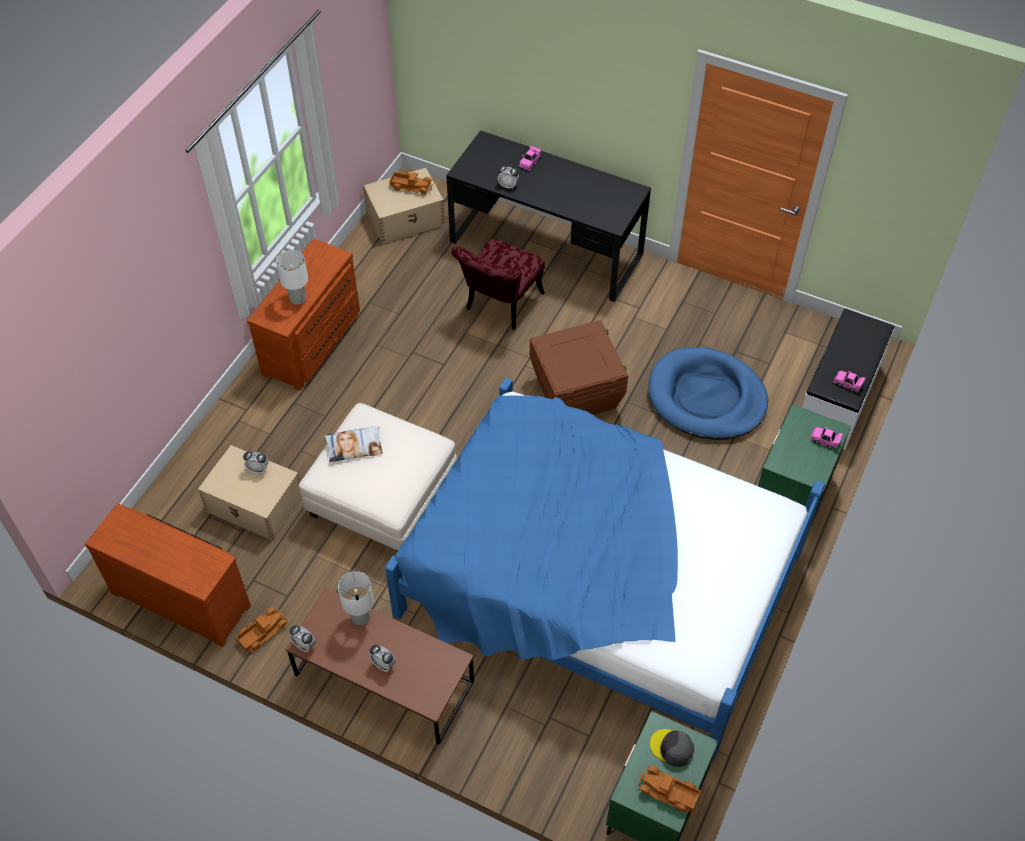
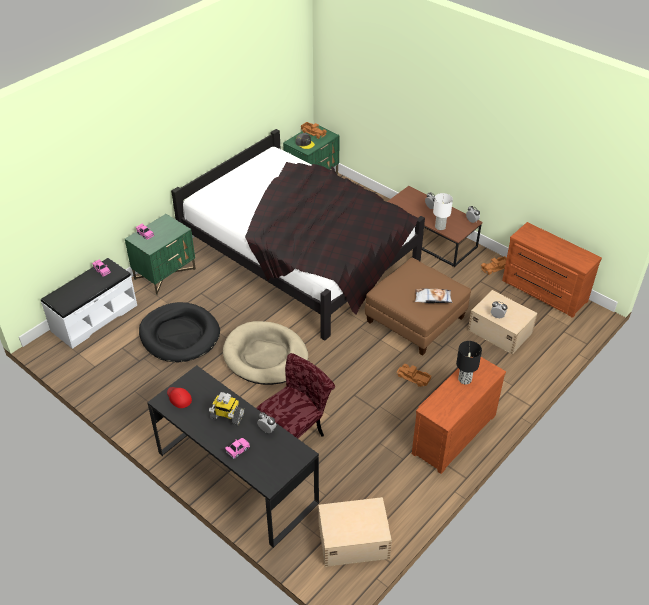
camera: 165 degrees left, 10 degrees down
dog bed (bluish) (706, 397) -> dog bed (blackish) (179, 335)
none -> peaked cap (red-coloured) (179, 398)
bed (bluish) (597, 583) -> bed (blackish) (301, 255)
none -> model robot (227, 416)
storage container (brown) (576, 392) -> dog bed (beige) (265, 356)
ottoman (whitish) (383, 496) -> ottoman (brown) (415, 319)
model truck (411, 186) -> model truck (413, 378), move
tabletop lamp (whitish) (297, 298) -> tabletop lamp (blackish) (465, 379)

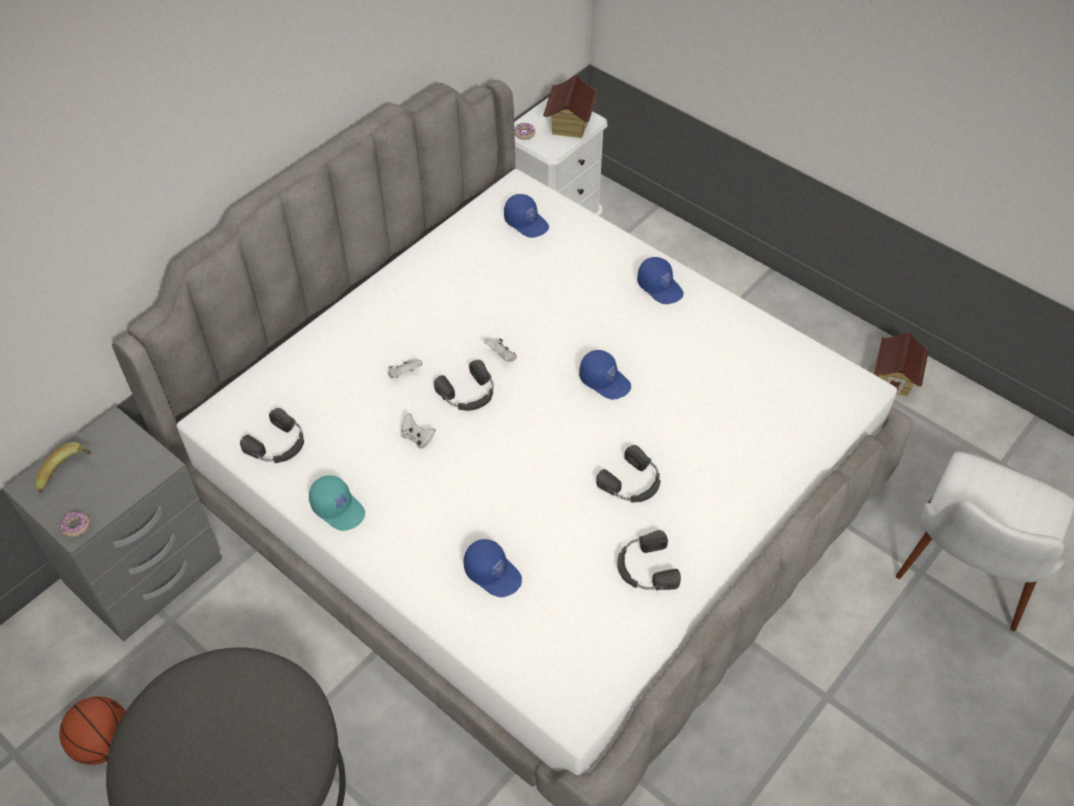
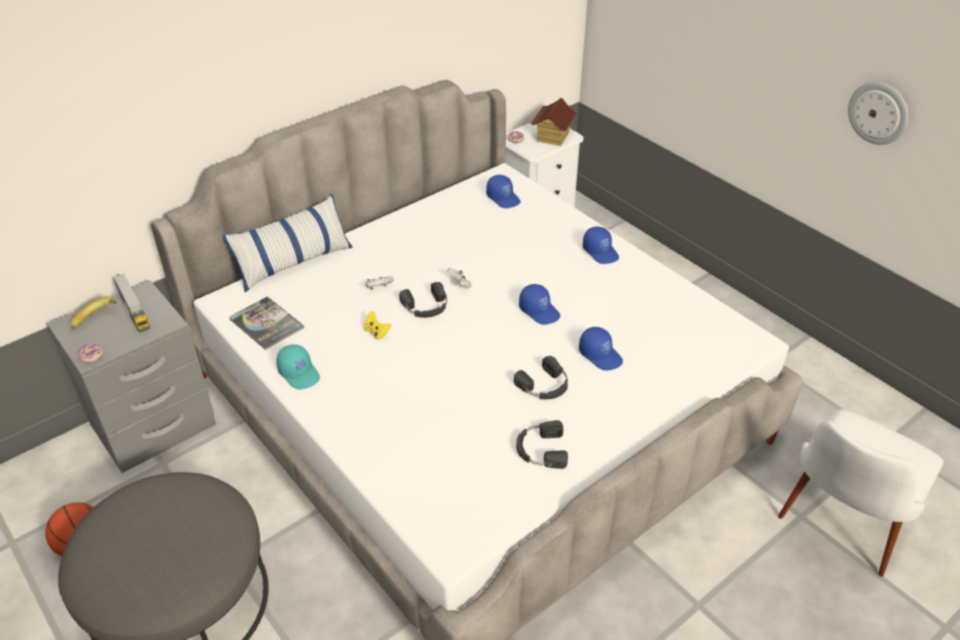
camera: 10 degrees right, 10 degrees down
none -> model truck (134, 310)
none -> pillow (293, 263)
headphones (blackish) (278, 444) -> bound book (266, 323)
joypad (whitish) (417, 438) -> joypad (yellowish) (376, 332)
peaked cap (bluish) (493, 573) -> peaked cap (bluish) (600, 355), move
none -> clock on the wall (878, 113)
toy house (895, 379) -> none

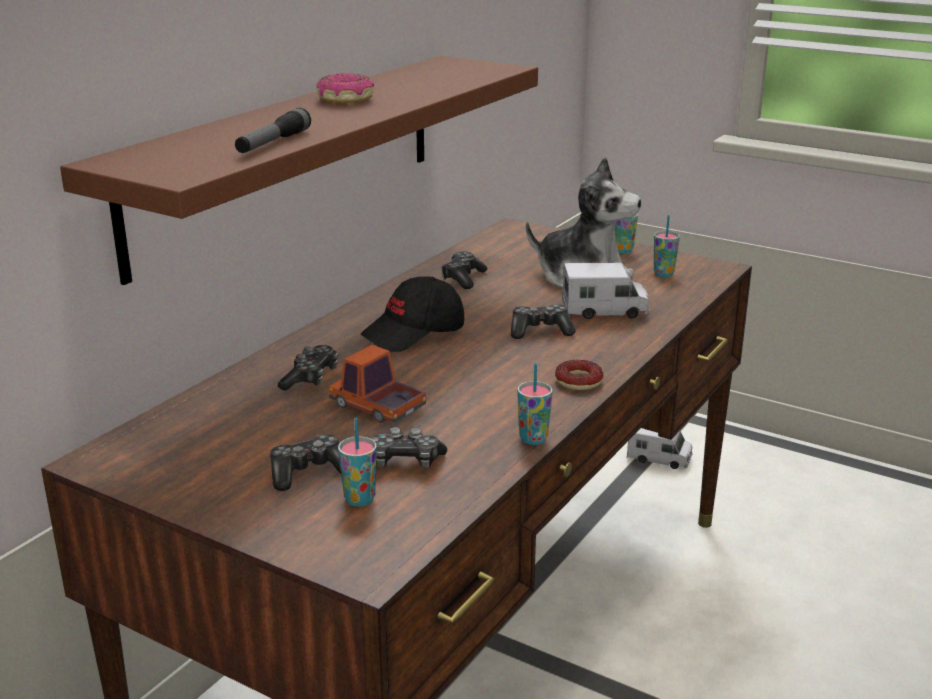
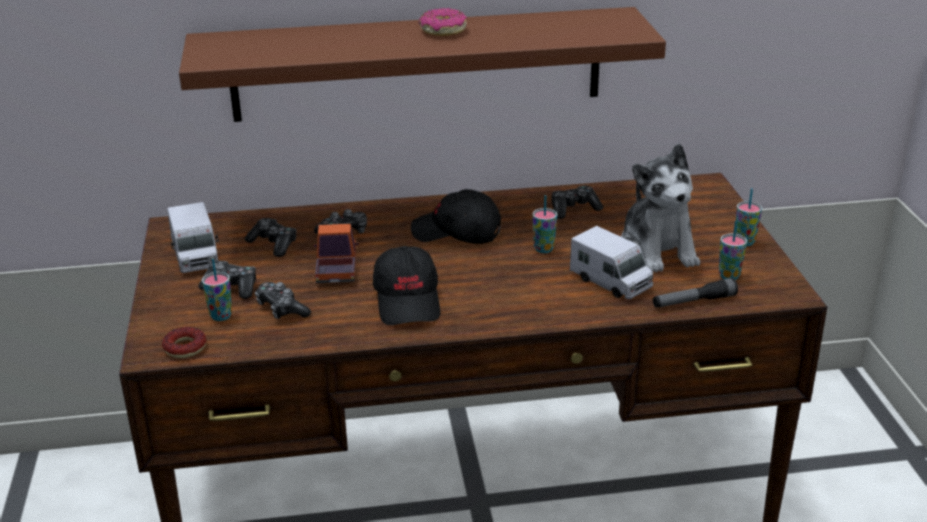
camera: 50 degrees right, 5 degrees up
ring doughnut (578, 381) -> ring doughnut (185, 347), move
model truck (659, 458) -> model truck (195, 256), move
joypad (540, 331) -> joypad (273, 244), move
none -> peaked cap (blackish) (408, 301)
cup (533, 439) -> cup (544, 249), move
torch (273, 143) -> torch (693, 301), move

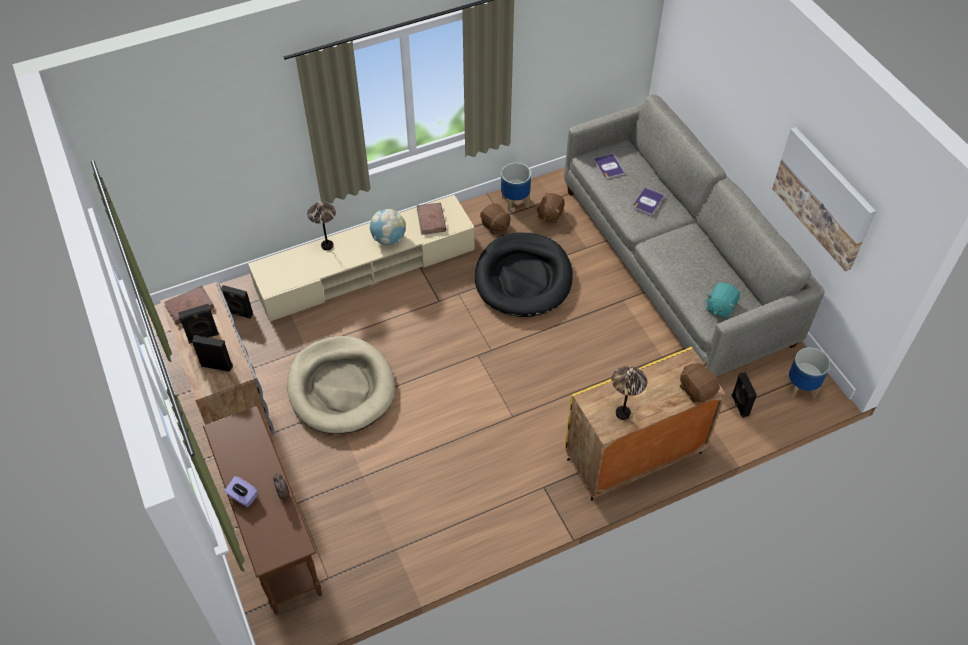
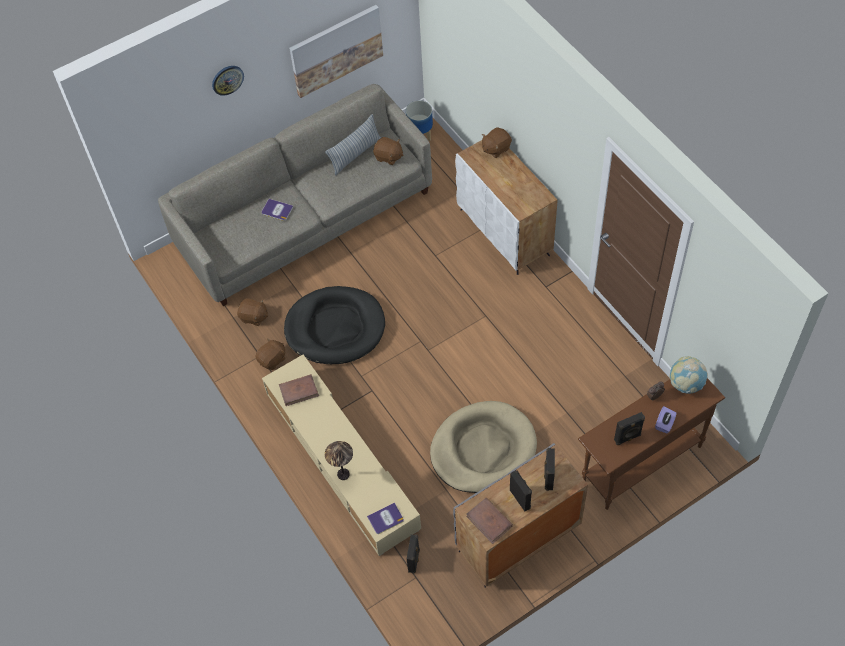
camera: 95 degrees left, 5 degrees up
none -> clock on the wall (227, 79)
none -> pillow (355, 154)
bound book (608, 166) -> bound book (385, 519), move
cuddly toy (turquoise) (720, 307) -> cuddly toy (brown) (388, 157)
storage cabinet (yellowish) (633, 456) -> storage cabinet (whitish) (505, 232)
audio speaker (blackish) (739, 405) -> audio speaker (blackish) (627, 438), move
world globe (389, 239) -> world globe (686, 384), move
planter (515, 202) -> none
tabletop lamp (622, 413) -> none

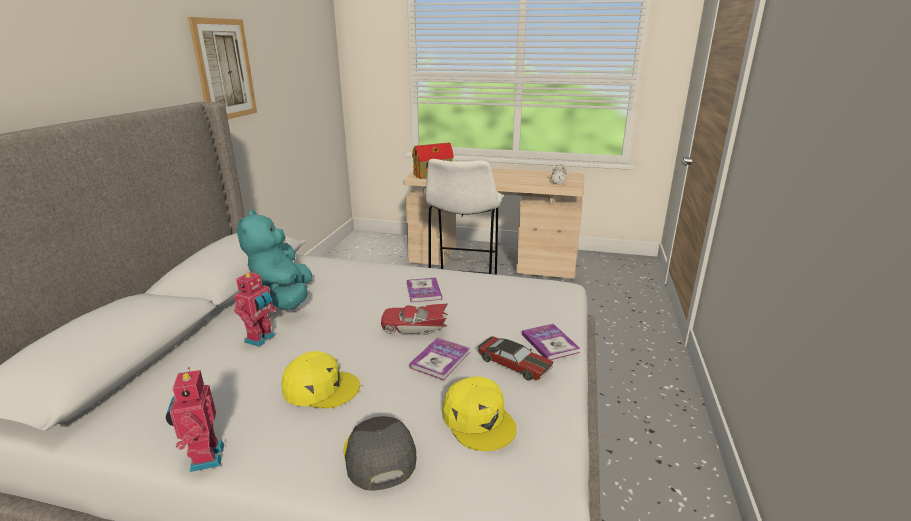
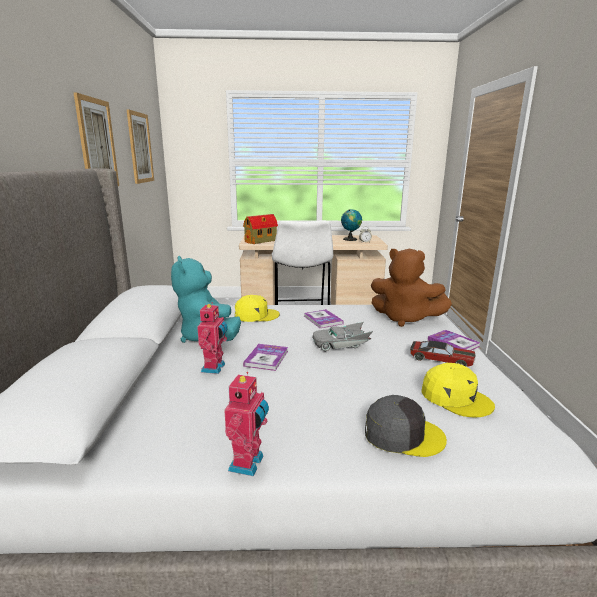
camera: 15 degrees left, 5 degrees down
none -> wall art (140, 148)
model robot (204, 458) -> model robot (248, 464), 135 degrees counterclockwise
peaked cap (yellowish) (321, 388) -> peaked cap (yellowish) (256, 315), move
bound book (440, 360) -> bound book (266, 358), move
toy car (red-coloured) (414, 327) -> toy car (greyish) (340, 344)
none -> world globe (350, 239)
peaked cap (greyish) (378, 455) -> peaked cap (greyish) (402, 434), 135 degrees clockwise
none -> cuddly toy (brown) (405, 319)

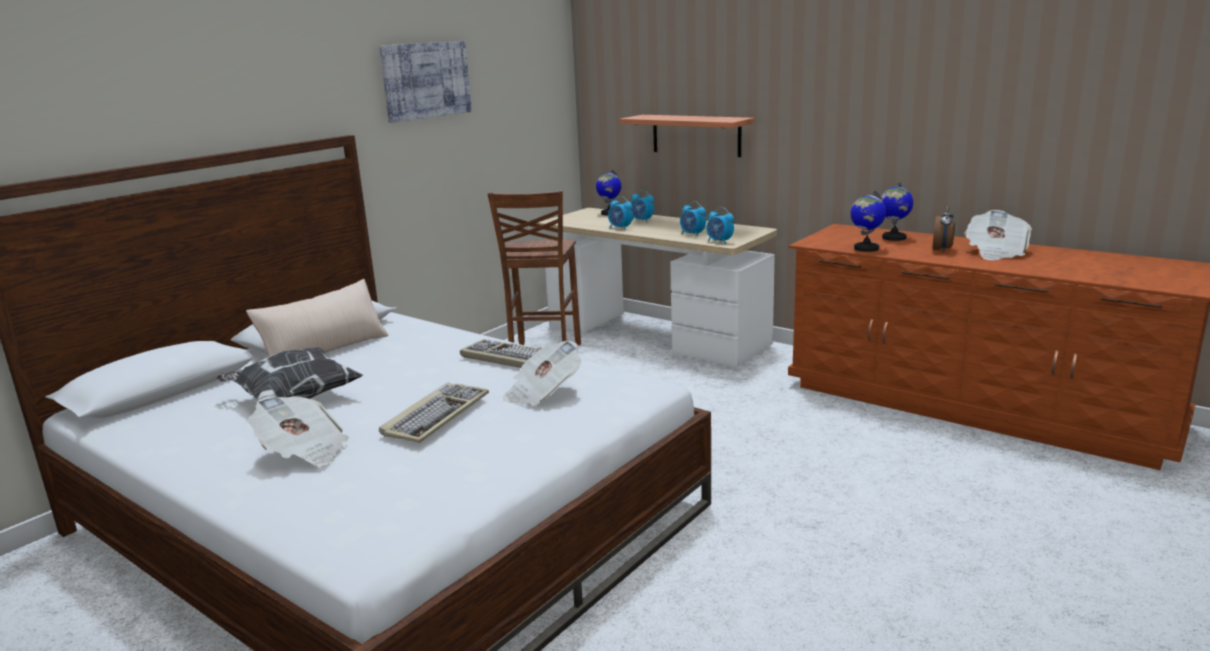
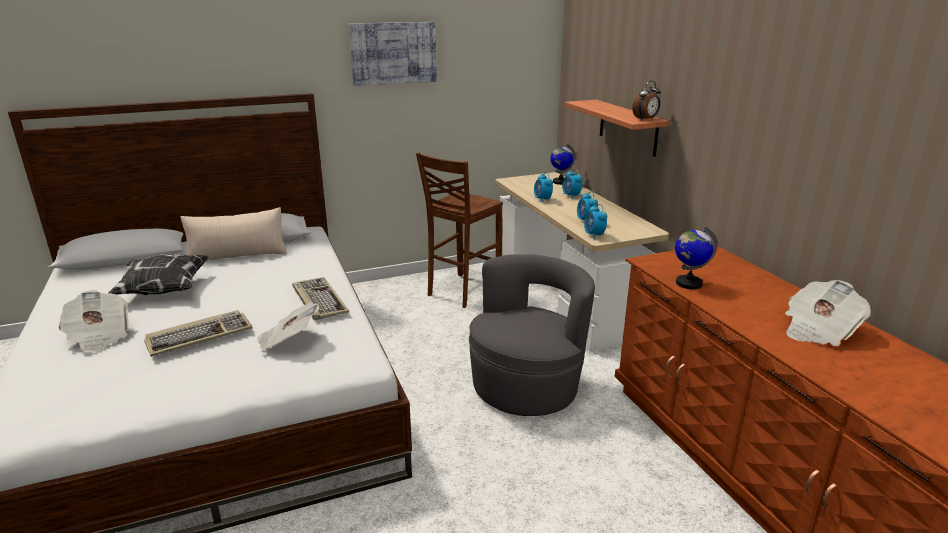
camera: 30 degrees right, 5 degrees up
none -> easy chair (greyish) (526, 387)
bedside clock (942, 250) -> bedside clock (646, 119), move
world globe (893, 238) -> none

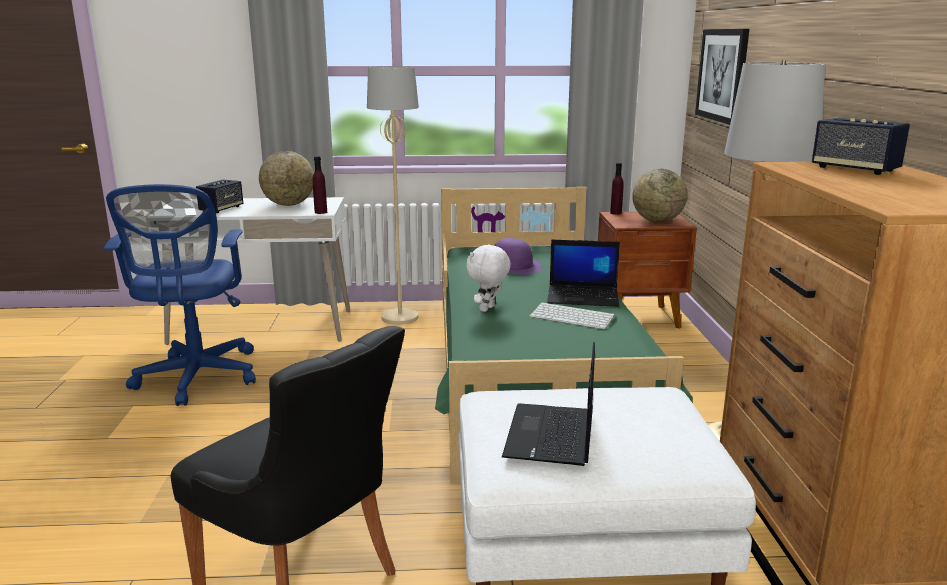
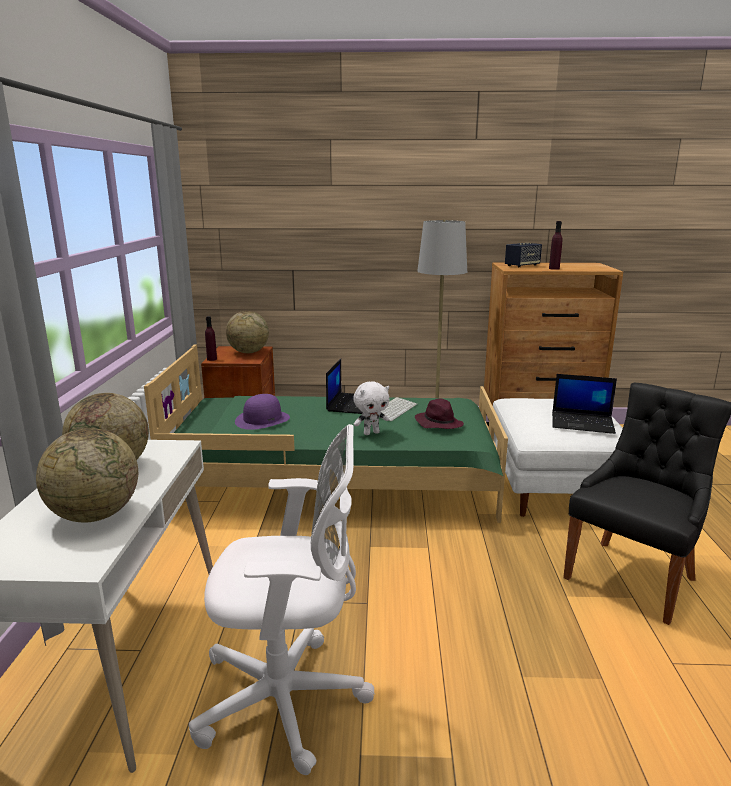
camera: 85 degrees left, 0 degrees up
audio speaker (221, 209) -> world globe (95, 515)
office chair (bluish) (197, 379) -> office chair (whitish) (288, 700)
cuddly toy (whitish) (488, 309) -> cuddly toy (whitish) (371, 433), 60 degrees counterclockwise
none -> clothing hat (purple-coloured) (438, 423)
bottle (purple-coloured) (321, 212) -> bottle (purple-coloured) (554, 268), move
standing lamp (beige) (400, 318) -> none
wall art (722, 75) -> none

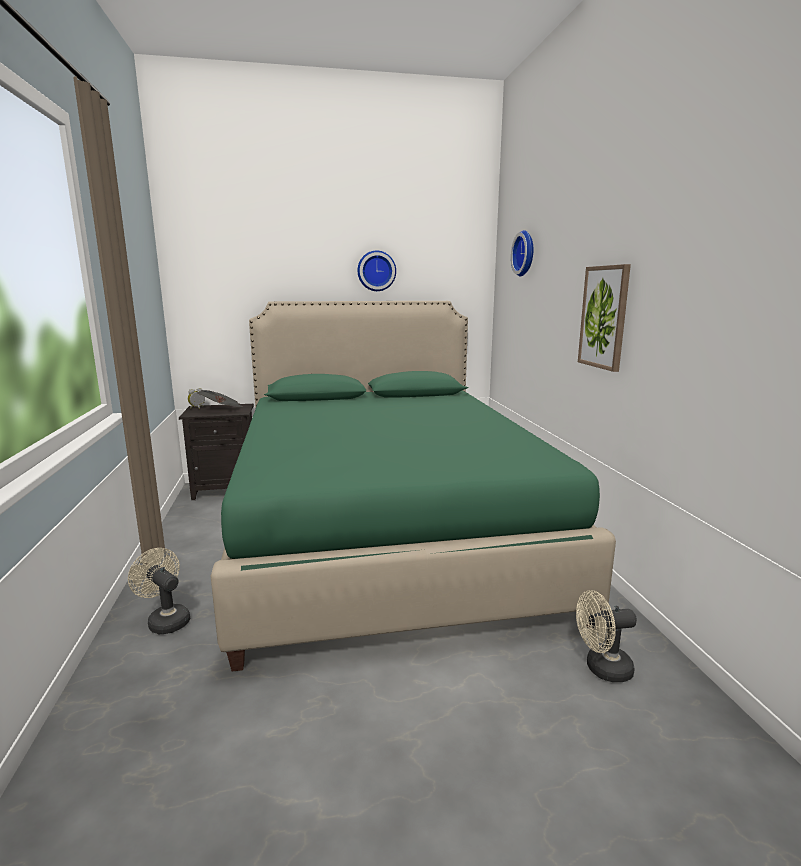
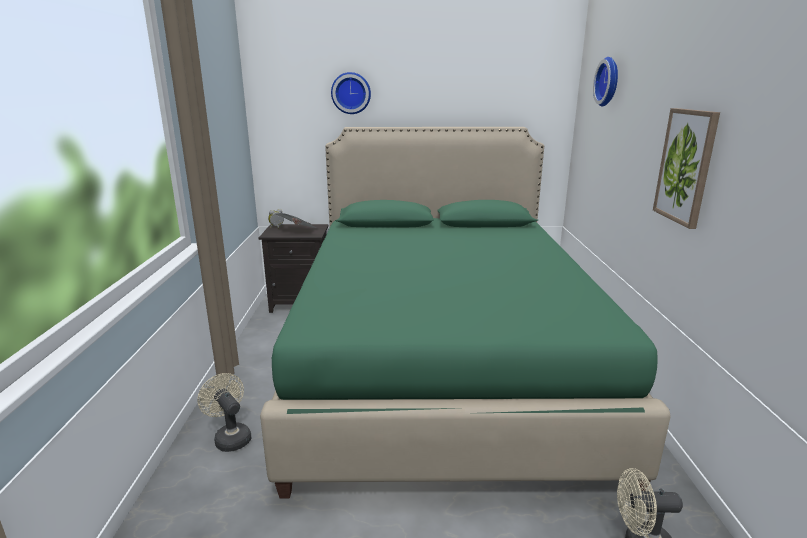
camera: 10 degrees right, 5 degrees up
clock on the wall (376, 271) -> clock on the wall (351, 93), move

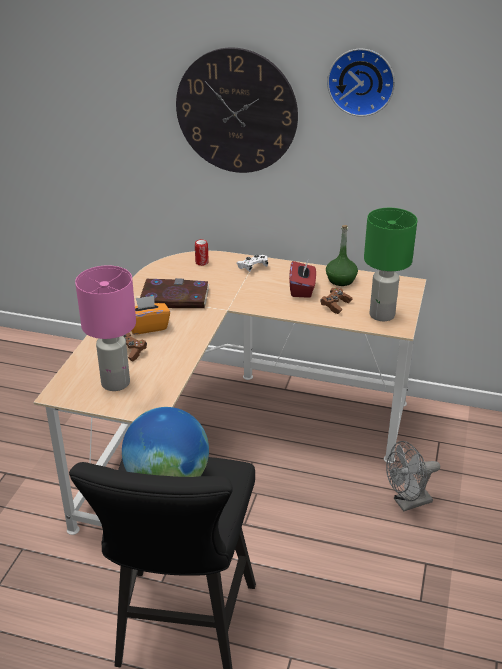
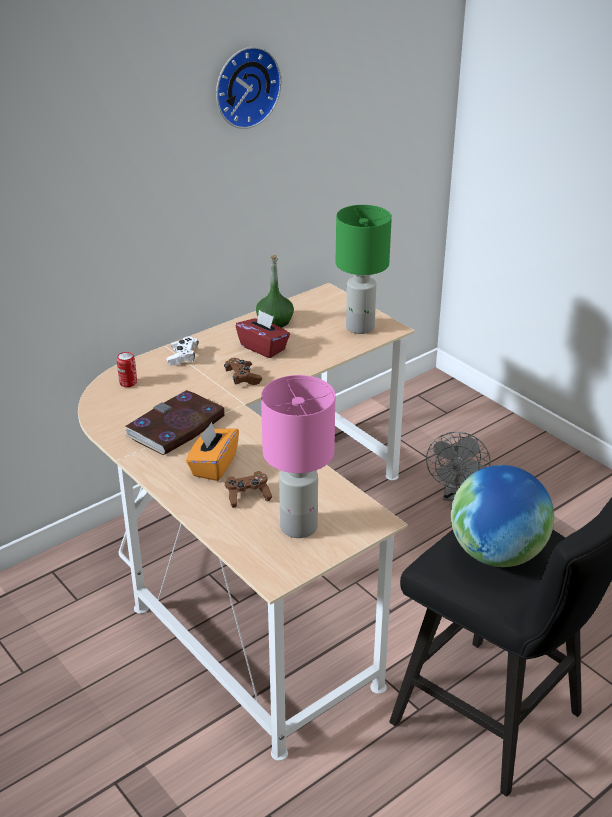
camera: 55 degrees left, 0 degrees up
joypad (brown) (335, 305) -> joypad (brown) (243, 378), move
clock on the wall (236, 111) -> none

